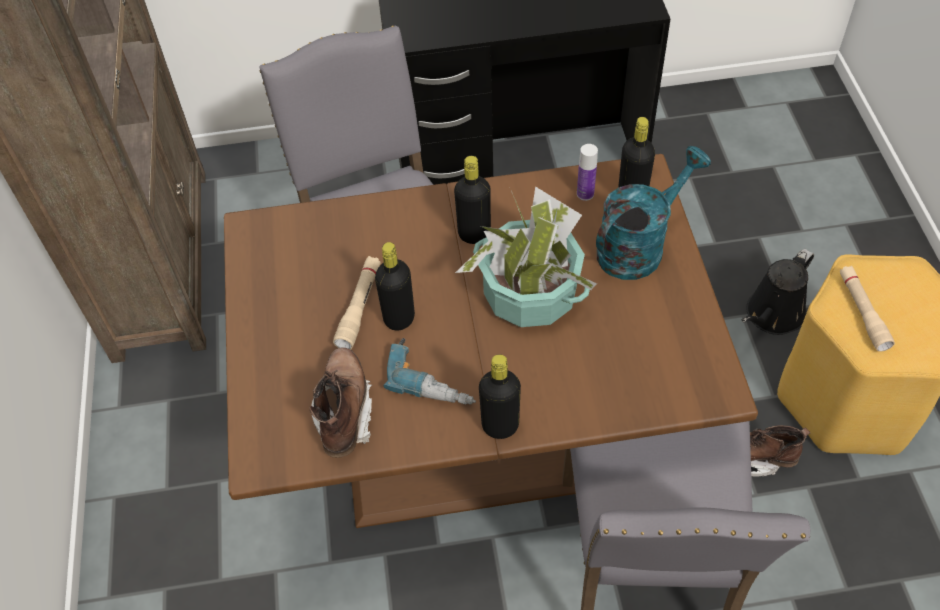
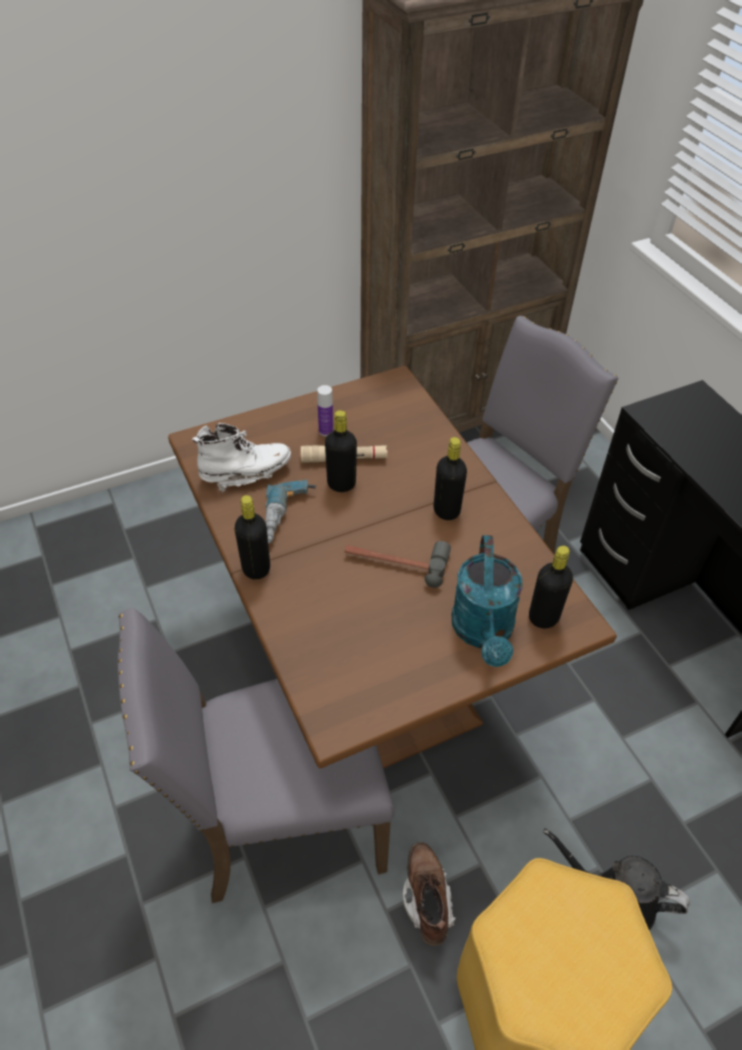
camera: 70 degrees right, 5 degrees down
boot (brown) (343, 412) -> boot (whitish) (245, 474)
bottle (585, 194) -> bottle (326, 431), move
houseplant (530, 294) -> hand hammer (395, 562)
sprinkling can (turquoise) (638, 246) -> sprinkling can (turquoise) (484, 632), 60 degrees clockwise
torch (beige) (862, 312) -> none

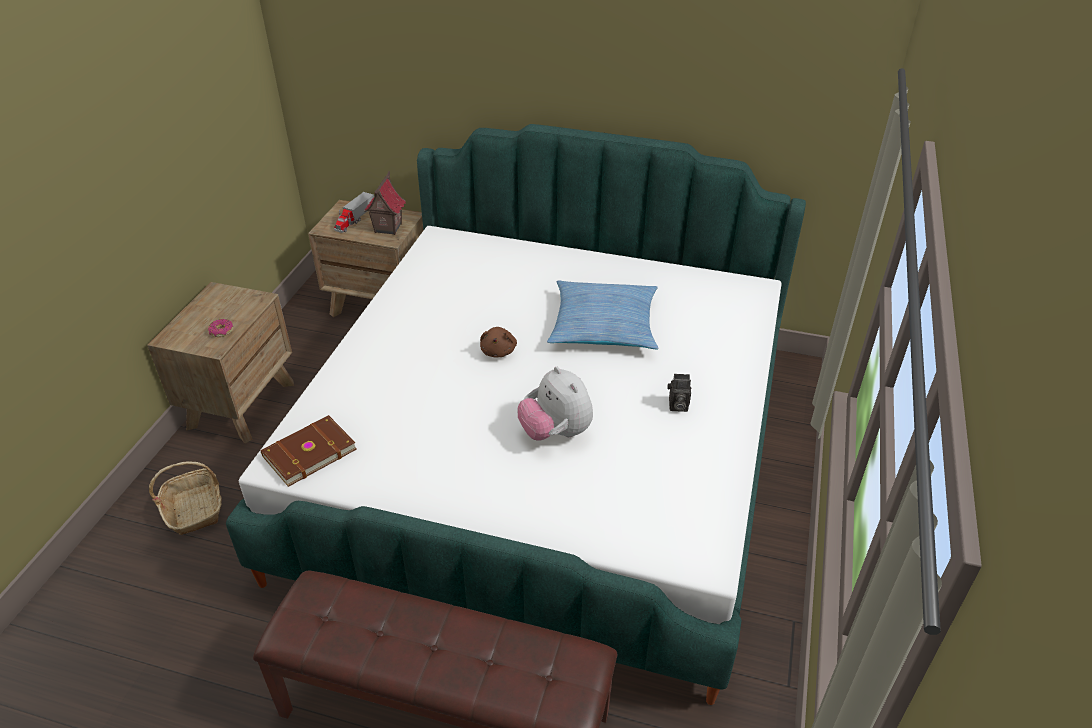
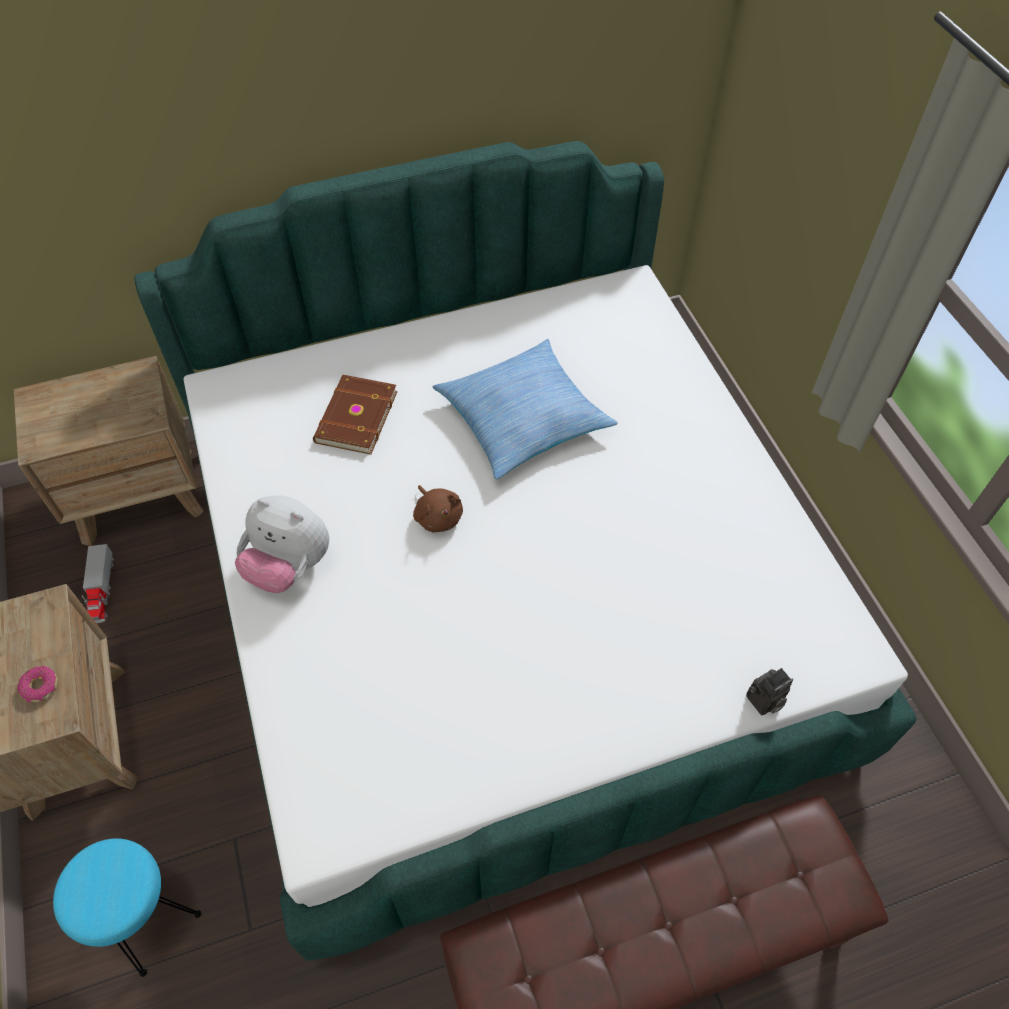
camera: 35 degrees left, 15 degrees up
household basket (194, 509) -> sitting stool (turquoise) (148, 918)
model truck (355, 219) -> model truck (101, 589), move
cuddly toy (555, 432) -> cuddly toy (289, 566), move
bound book (brown) (308, 452) -> bound book (brown) (354, 417), move
still camera (677, 406) -> still camera (763, 702), move
toy house (387, 228) -> none

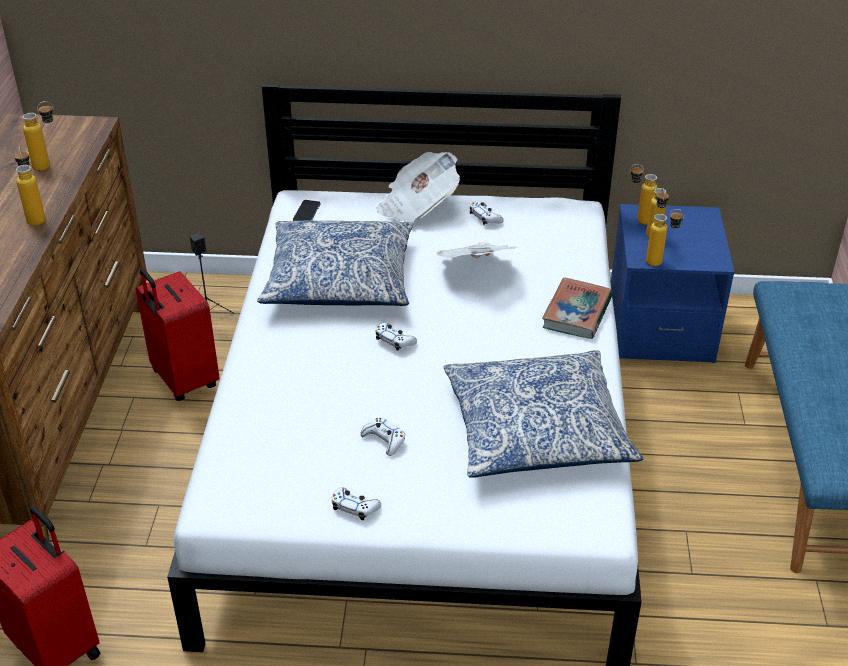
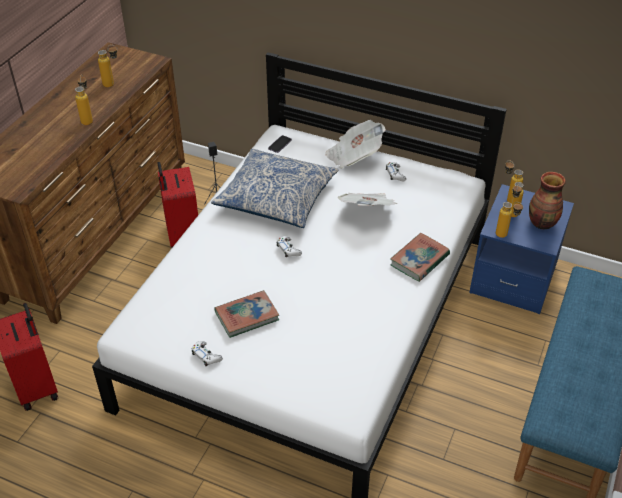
camera: 20 degrees right, 5 degrees up
joypad (whitish) (384, 440) -> bound book (247, 316)
none -> decorative vase (542, 223)
pillow (536, 430) -> none

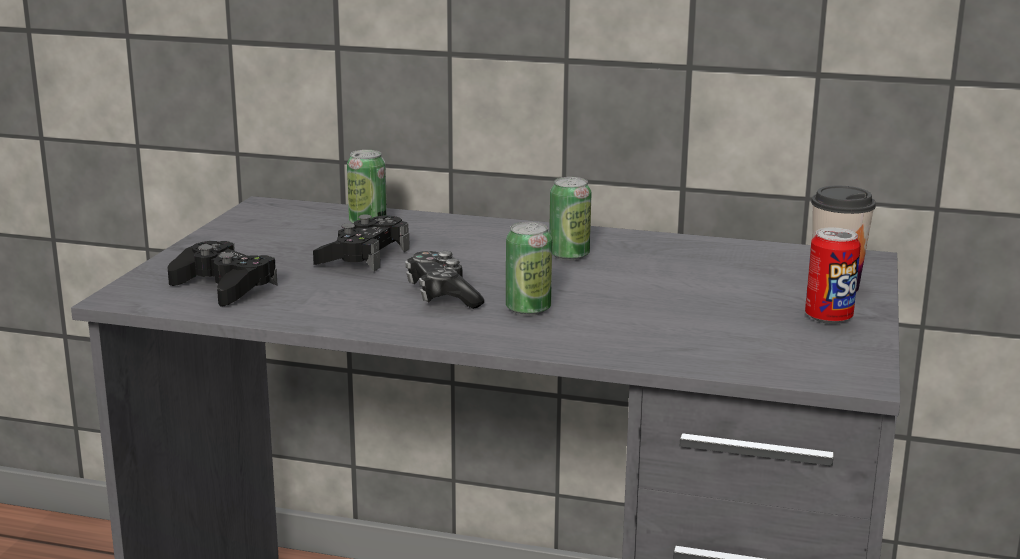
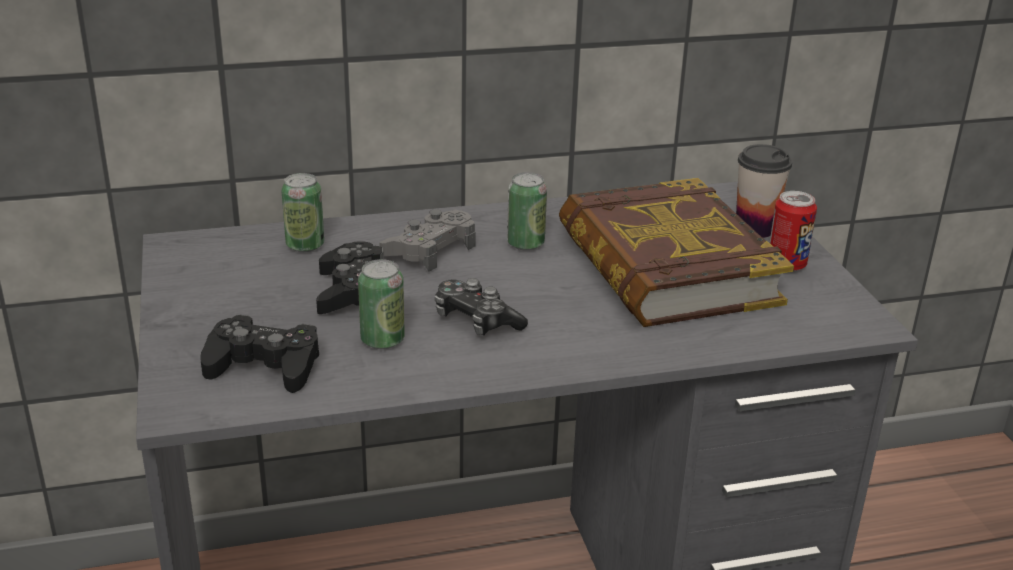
camera: 30 degrees left, 10 degrees up
can (528, 309) -> can (382, 340), move
none -> joypad (greyish) (429, 250)
none -> bound book (665, 267)

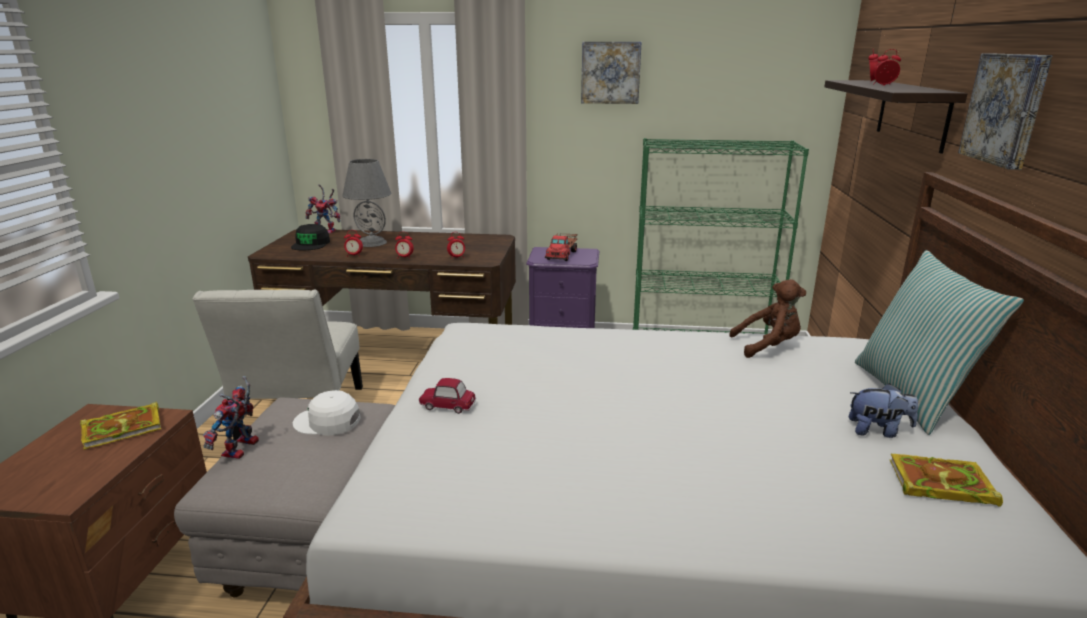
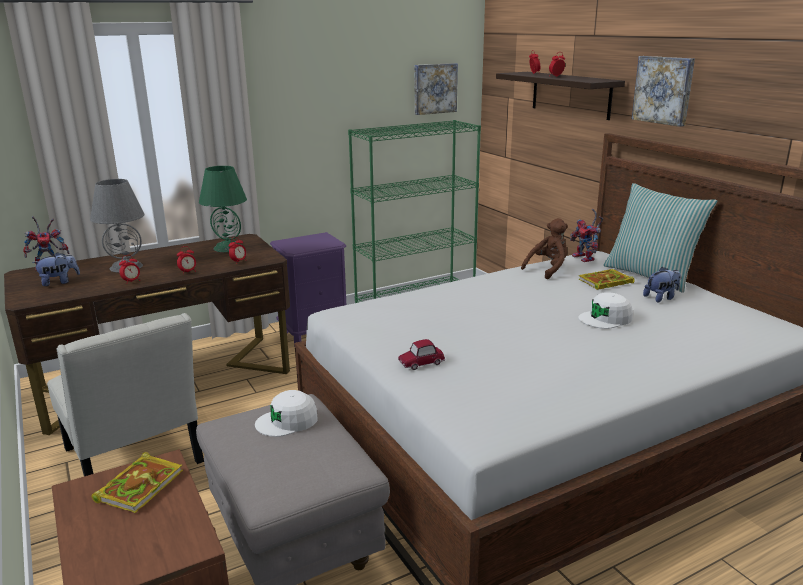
camera: 35 degrees left, 0 degrees up
peaked cap (blackish) (311, 244) -> cuddly toy (59, 282)
none -> tabletop lamp (green) (228, 247)
wall art (610, 72) -> wall art (434, 88), move
model robot (240, 451) -> model robot (586, 258), move
none -> peaked cap (whitish) (606, 318)
bound book (938, 484) -> bound book (604, 282), move
model truck (562, 254) -> none

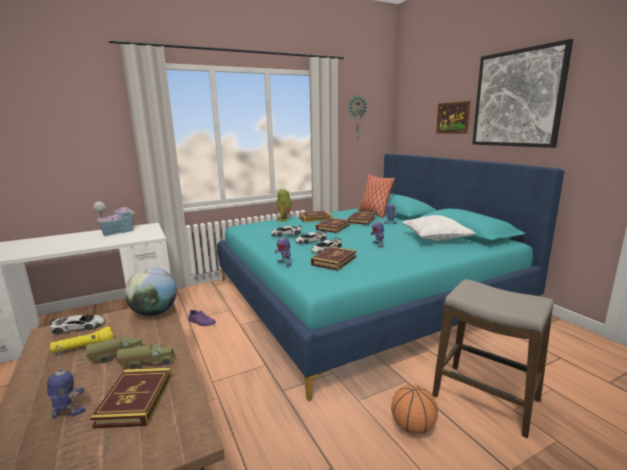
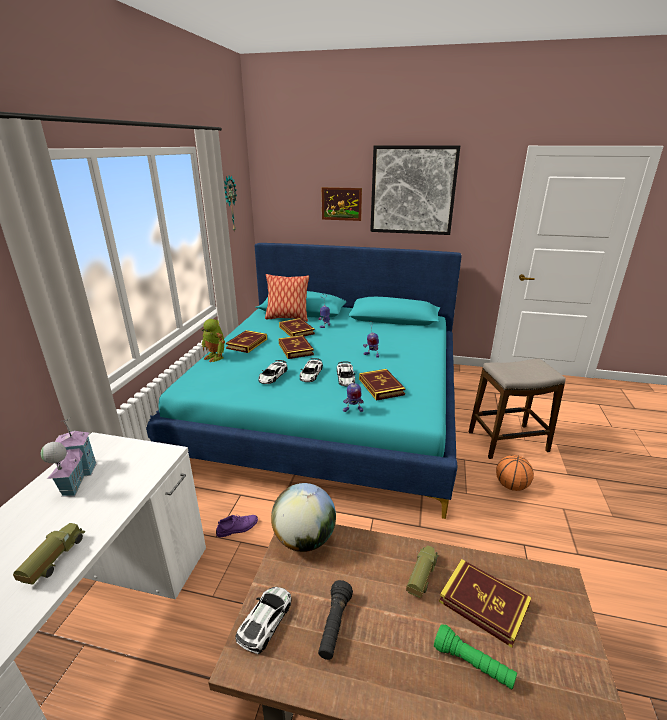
camera: 50 degrees left, 10 degrees up
model truck (117, 355) -> model truck (53, 560), move
torch (yellowish) (84, 348) -> torch (blackish) (334, 625)
model robot (68, 412) -> torch (green) (472, 664)
pillow (whitish) (435, 239) -> none

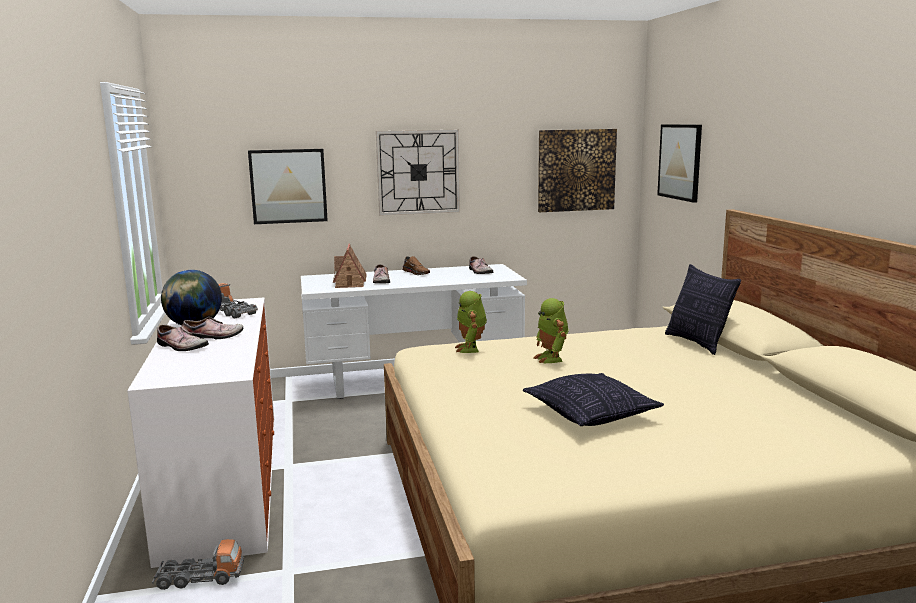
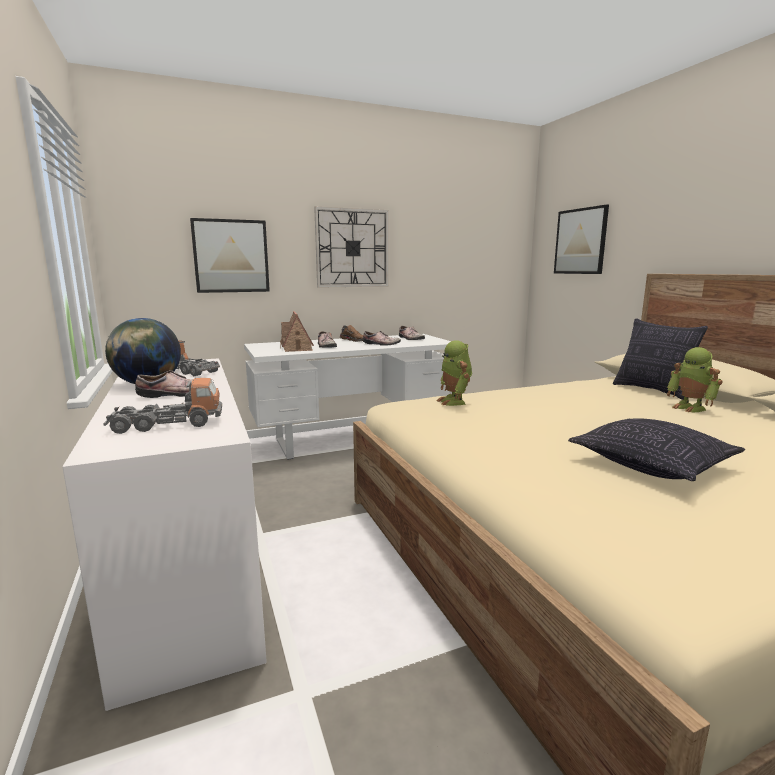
camera: 10 degrees left, 0 degrees up
model truck (200, 578) -> model truck (167, 424), move
low shoe (180, 347) -> low shoe (381, 344), move
model robot (551, 358) -> model robot (690, 408), move
wall art (576, 170) -> none

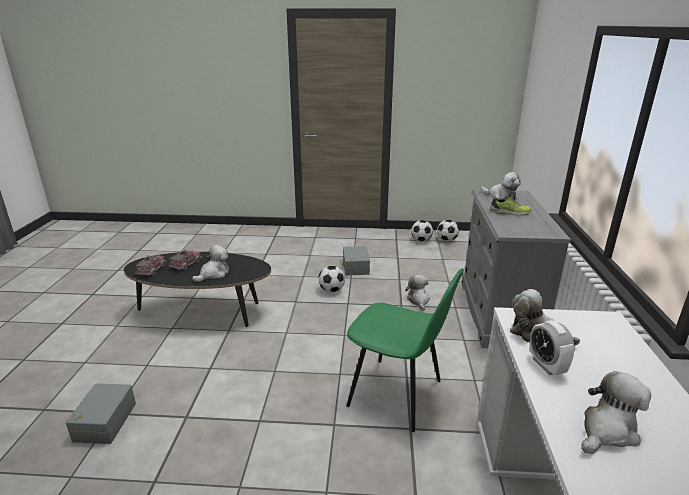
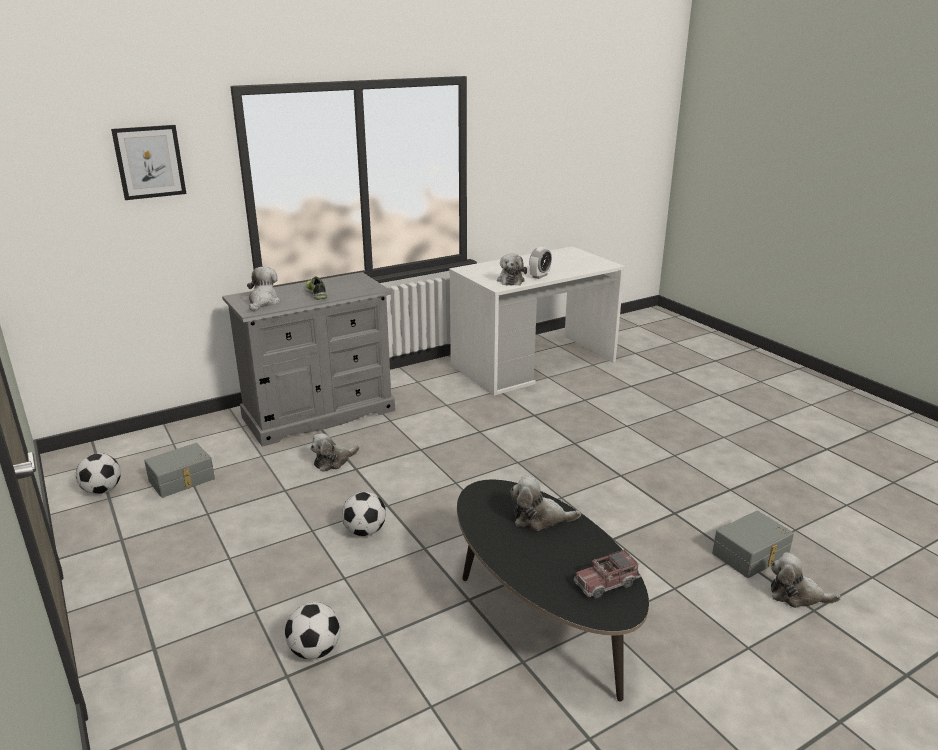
camera: 125 degrees left, 0 degrees up
none -> wall art (149, 162)
storage container (greyish) (354, 267) -> storage container (greyish) (182, 480), move
ball for football (421, 240) -> ball for football (315, 650), move
cuddly toy (607, 430) -> cuddly toy (796, 595), move
model truck (186, 264) -> none
upright chair (green) (397, 394) -> none

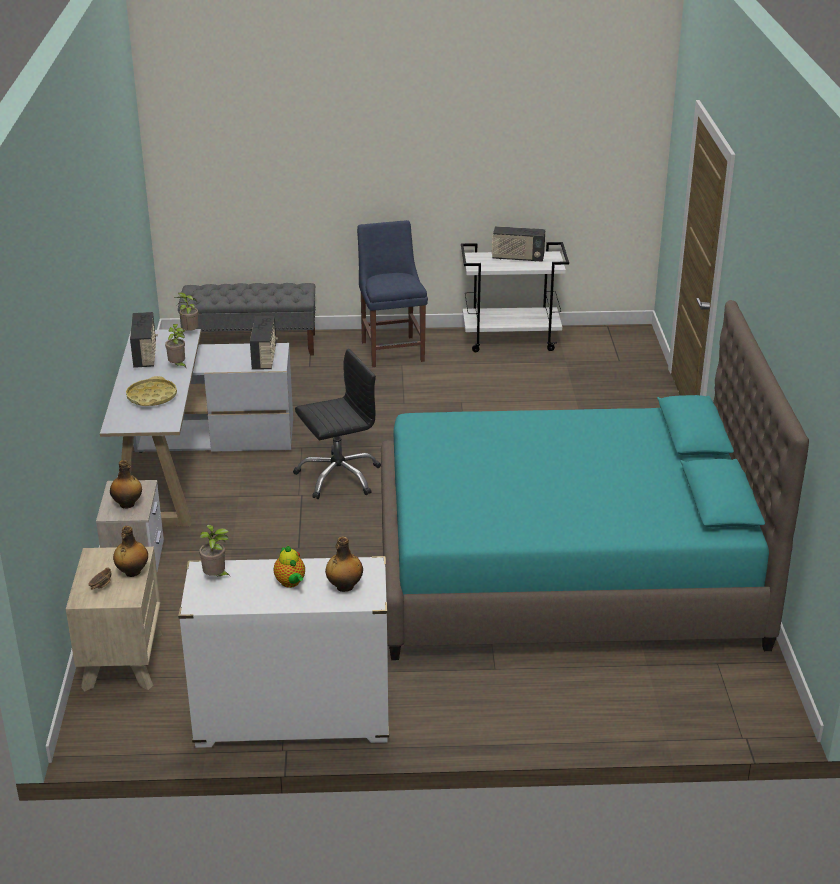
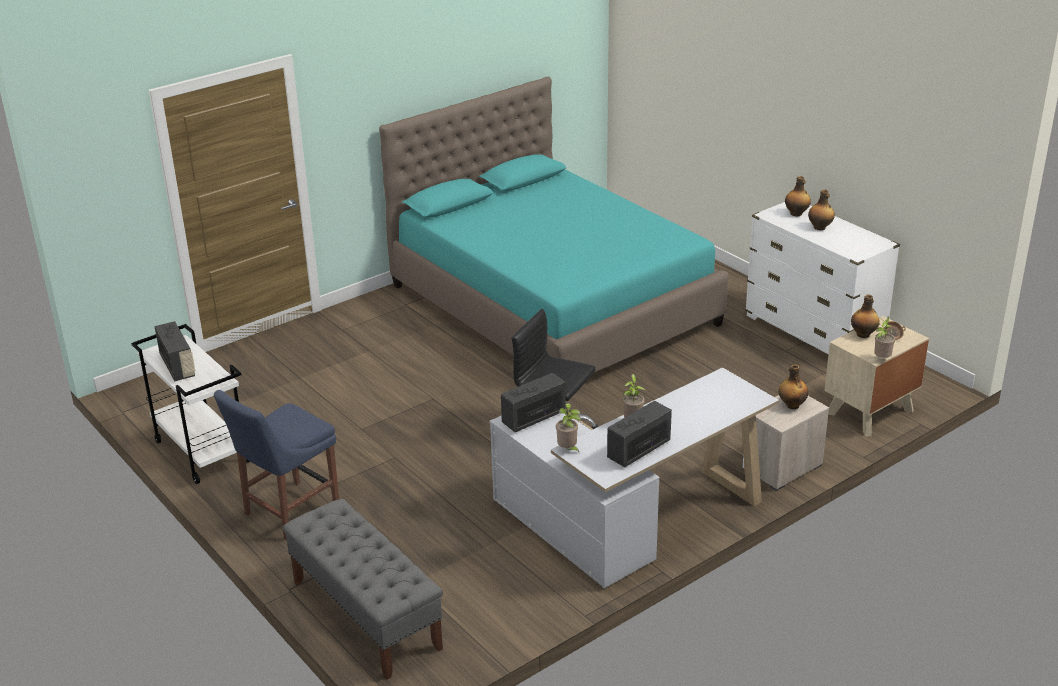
camera: 125 degrees left, 0 degrees up
tea pot (291, 583) -> bottle (820, 228)
houseplant (216, 577) -> houseplant (881, 359), move
carrying tray (yellowish) (152, 397) -> none

